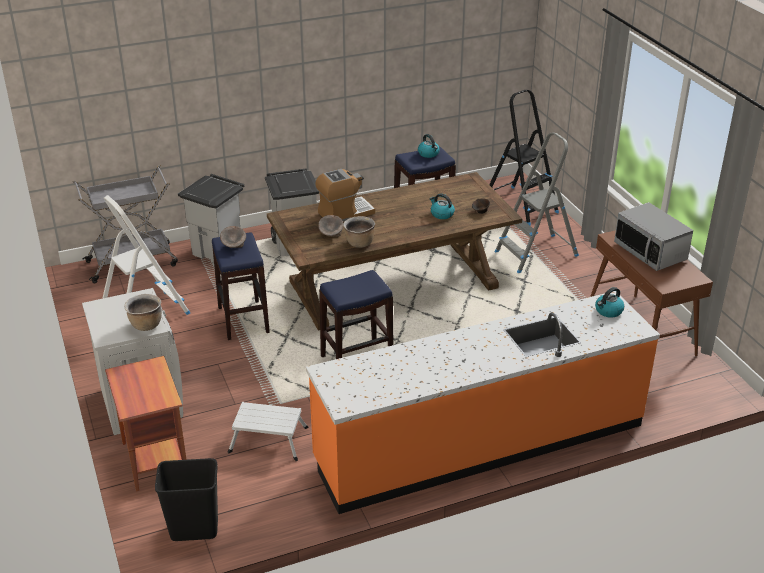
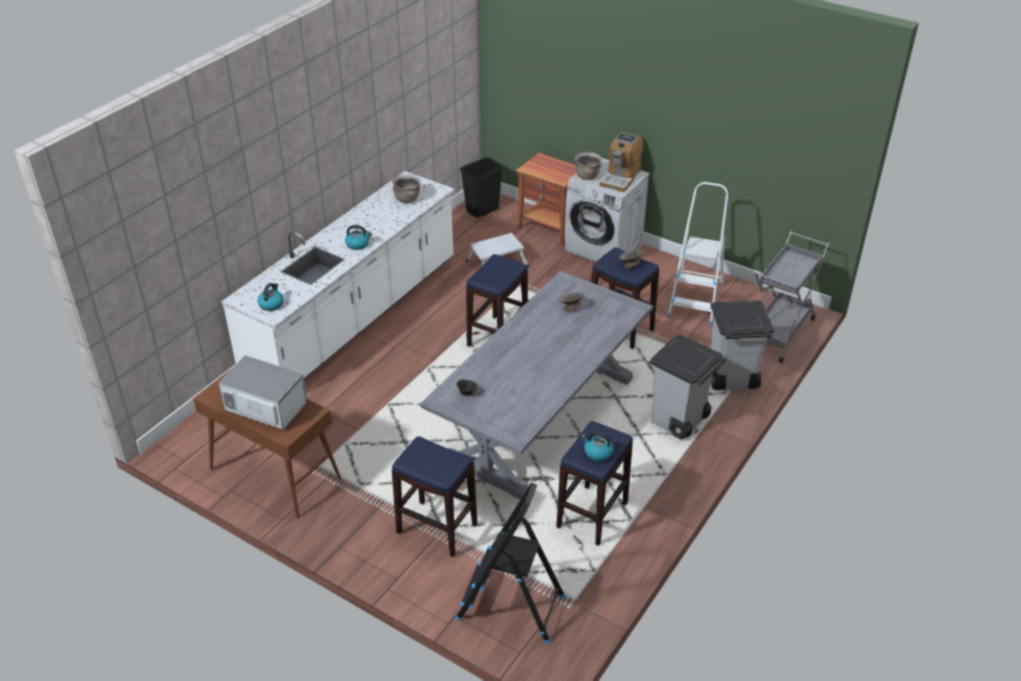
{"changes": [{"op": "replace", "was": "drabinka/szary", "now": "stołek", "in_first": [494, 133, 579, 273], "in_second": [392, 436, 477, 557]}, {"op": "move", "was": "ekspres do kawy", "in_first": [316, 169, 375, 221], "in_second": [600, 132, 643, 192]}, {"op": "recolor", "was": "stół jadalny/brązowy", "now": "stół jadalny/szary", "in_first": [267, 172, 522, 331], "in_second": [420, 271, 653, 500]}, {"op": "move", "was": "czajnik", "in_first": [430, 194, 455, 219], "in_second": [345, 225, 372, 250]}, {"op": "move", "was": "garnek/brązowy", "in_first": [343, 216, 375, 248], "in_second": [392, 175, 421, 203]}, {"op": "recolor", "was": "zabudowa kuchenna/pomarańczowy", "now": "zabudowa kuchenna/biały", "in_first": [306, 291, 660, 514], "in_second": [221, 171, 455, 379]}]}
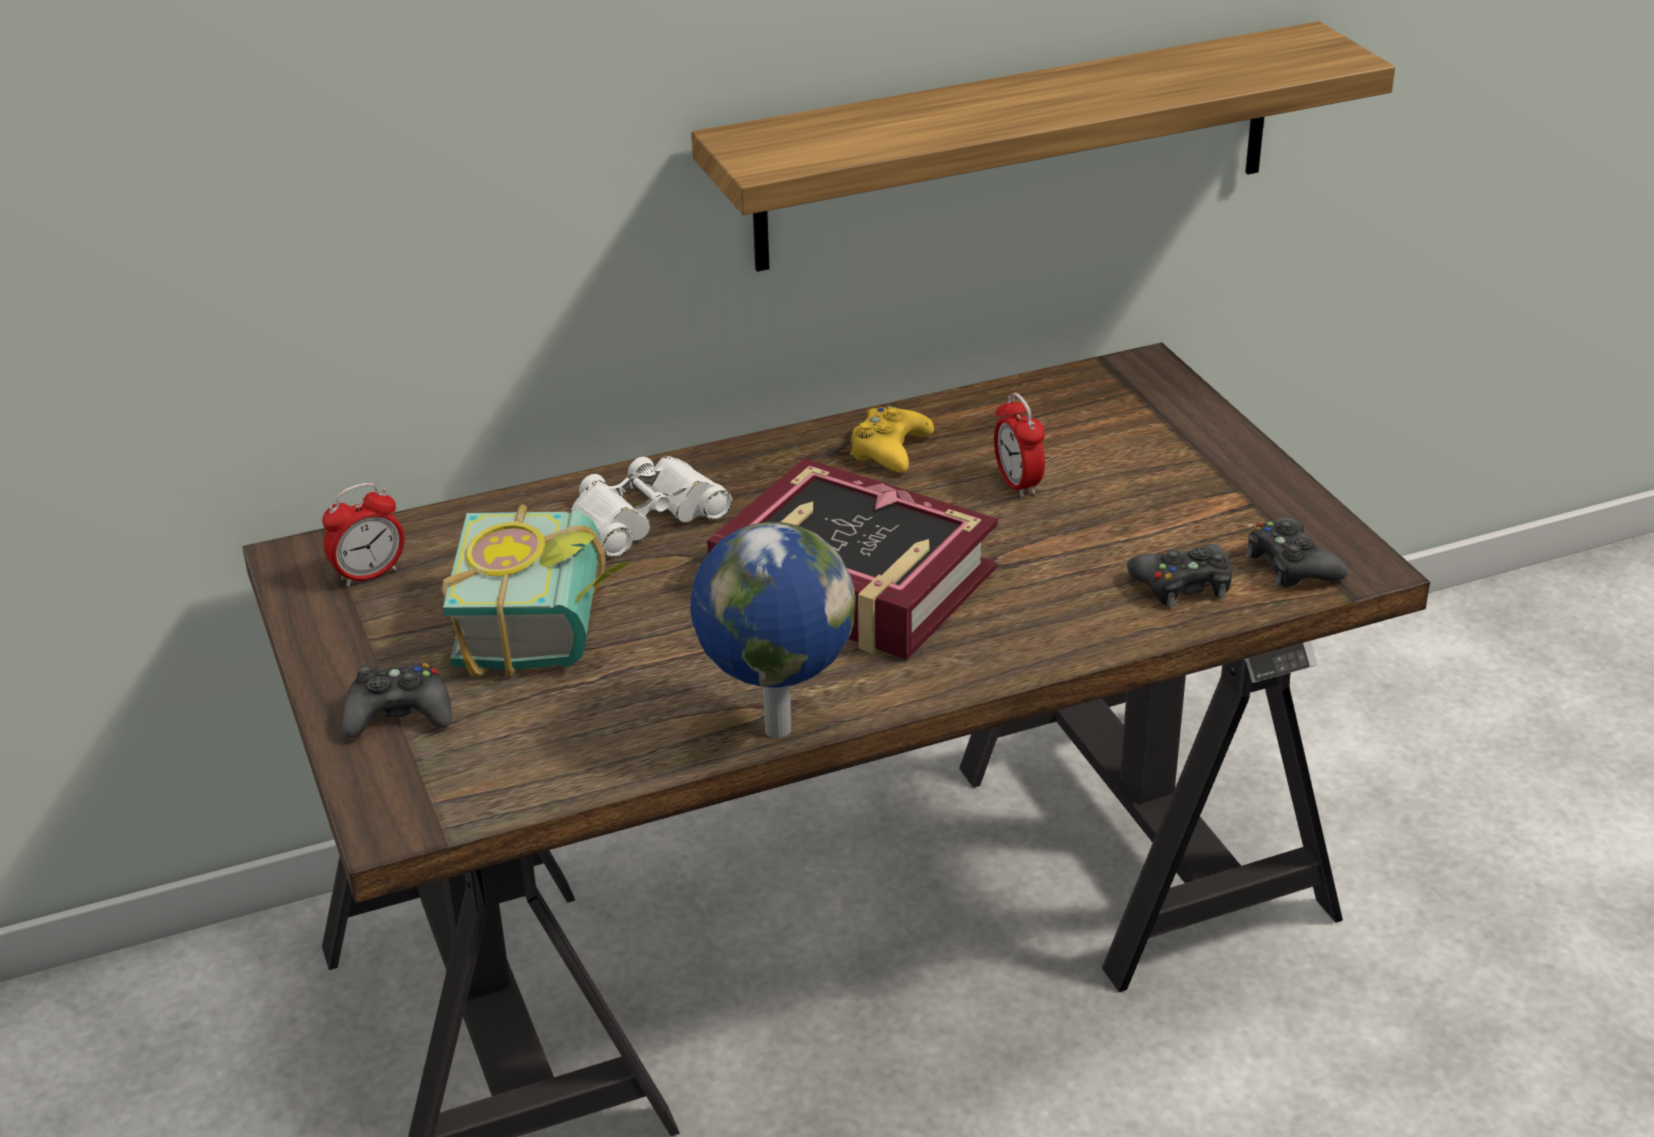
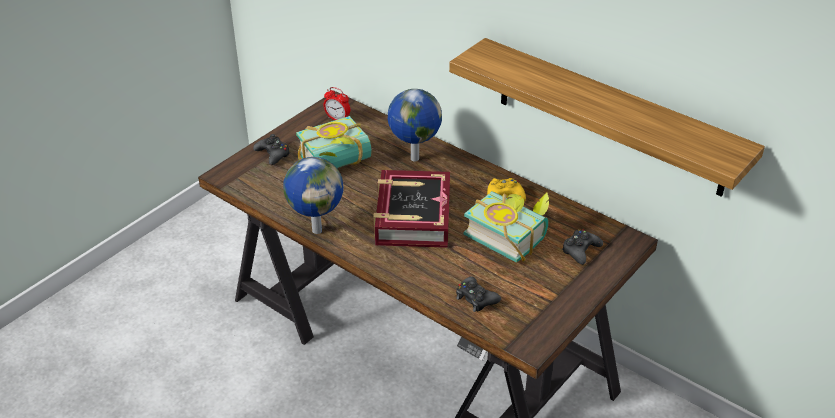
{"changes": [{"op": "replace", "was": "budzik", "now": "książka", "in_first": [994, 393, 1045, 497], "in_second": [464, 191, 549, 263]}, {"op": "replace", "was": "lornetka/biały", "now": "globus", "in_first": [571, 456, 733, 558], "in_second": [388, 89, 442, 162]}, {"op": "move", "was": "pad do gier/czarny", "in_first": [1245, 517, 1348, 587], "in_second": [562, 229, 603, 265]}]}
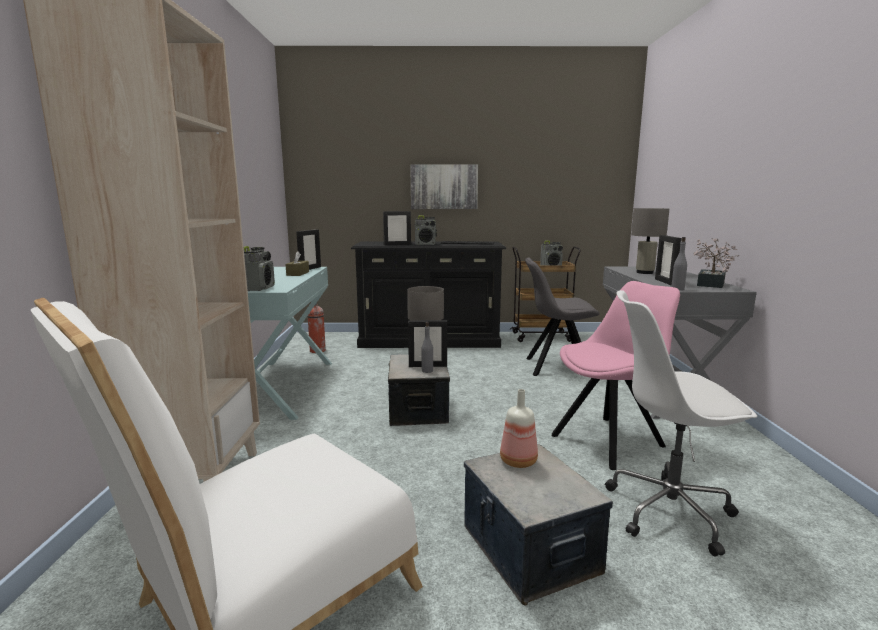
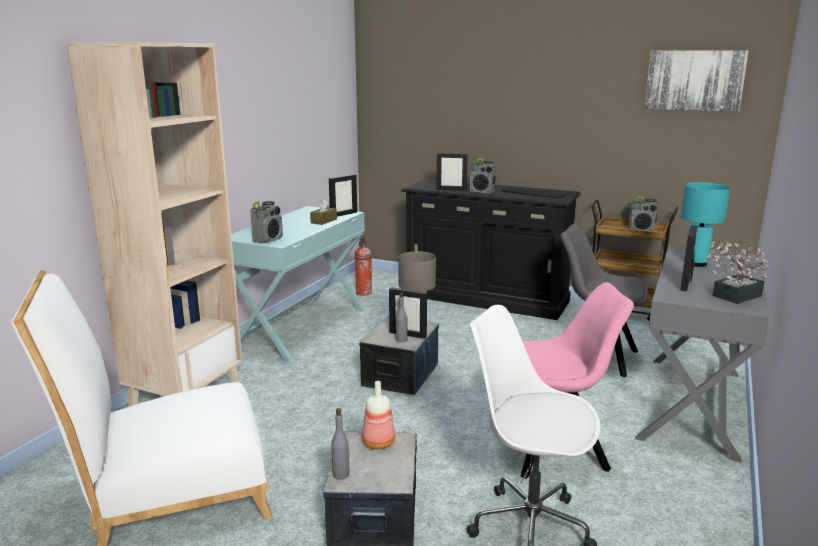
{"changes": [{"op": "move", "was": "obraz", "in_first": [410, 164, 478, 209], "in_second": [644, 50, 749, 112]}, {"op": "recolor", "was": "lampa stołowa/szary", "now": "lampa stołowa/turkusowy", "in_first": [631, 208, 669, 274], "in_second": [681, 182, 730, 267]}, {"op": "move", "was": "butelka/szary", "in_first": [671, 237, 687, 290], "in_second": [331, 408, 350, 480]}]}
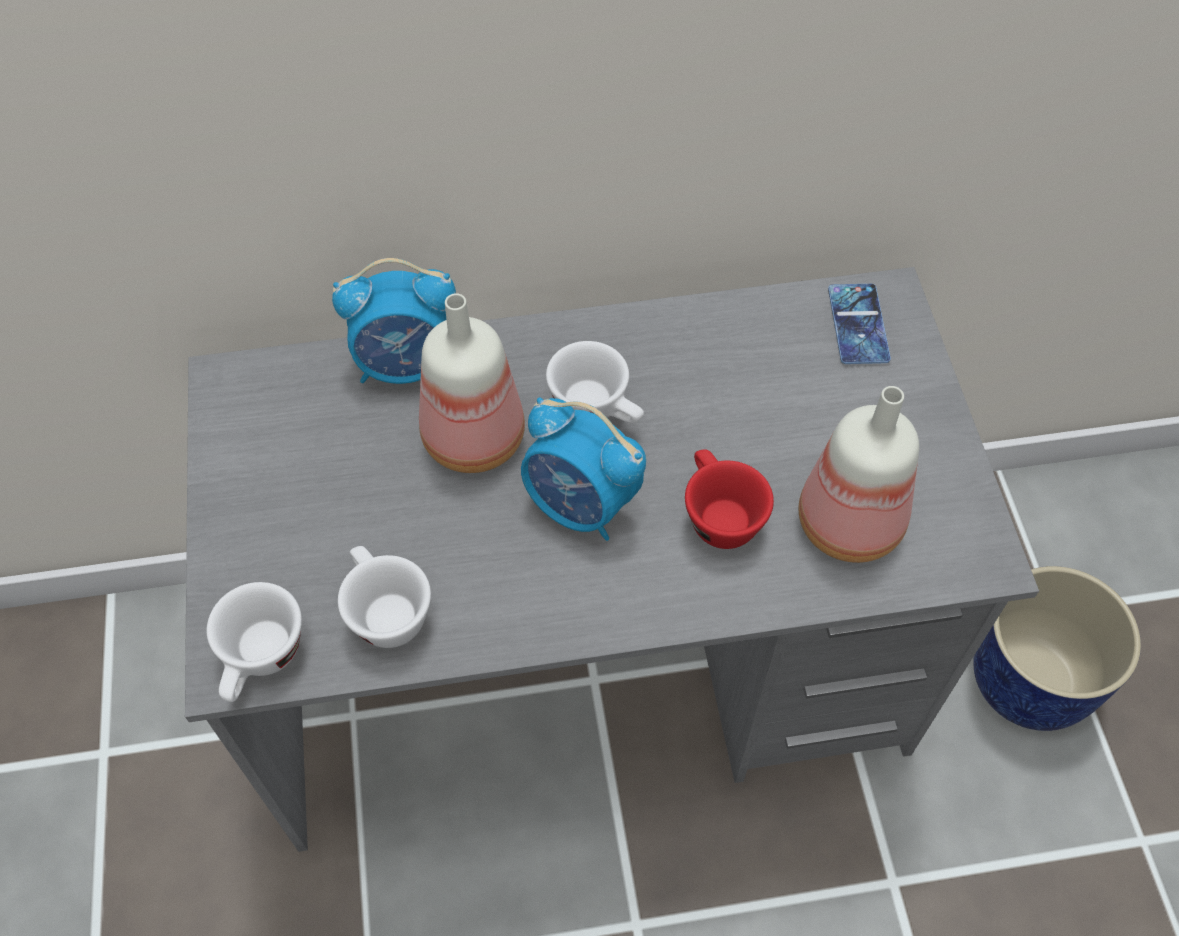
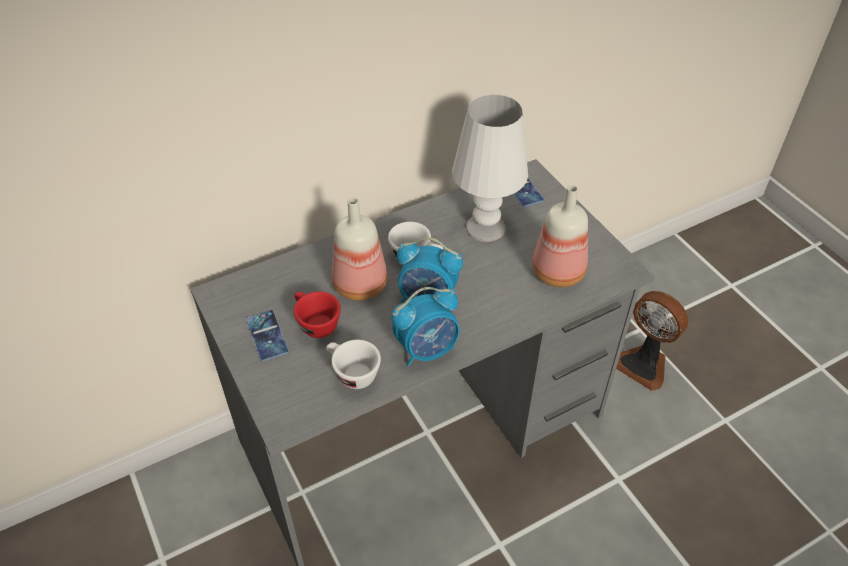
{"changes": [{"op": "move", "was": "budzik", "in_first": [332, 258, 456, 384], "in_second": [391, 287, 459, 367]}, {"op": "move", "was": "filiżanka/czerwony", "in_first": [685, 449, 774, 549], "in_second": [294, 291, 341, 338]}, {"op": "replace", "was": "donica/niebieski", "now": "wentylator", "in_first": [973, 566, 1141, 731], "in_second": [616, 291, 688, 391]}, {"op": "delete", "was": "filiżanka/biały", "in_first": [207, 582, 302, 702]}, {"op": "insert", "now": "lampa stołowa/biały", "in_second": [452, 94, 528, 242]}, {"op": "insert", "now": "telefon", "in_second": [246, 310, 289, 361]}]}
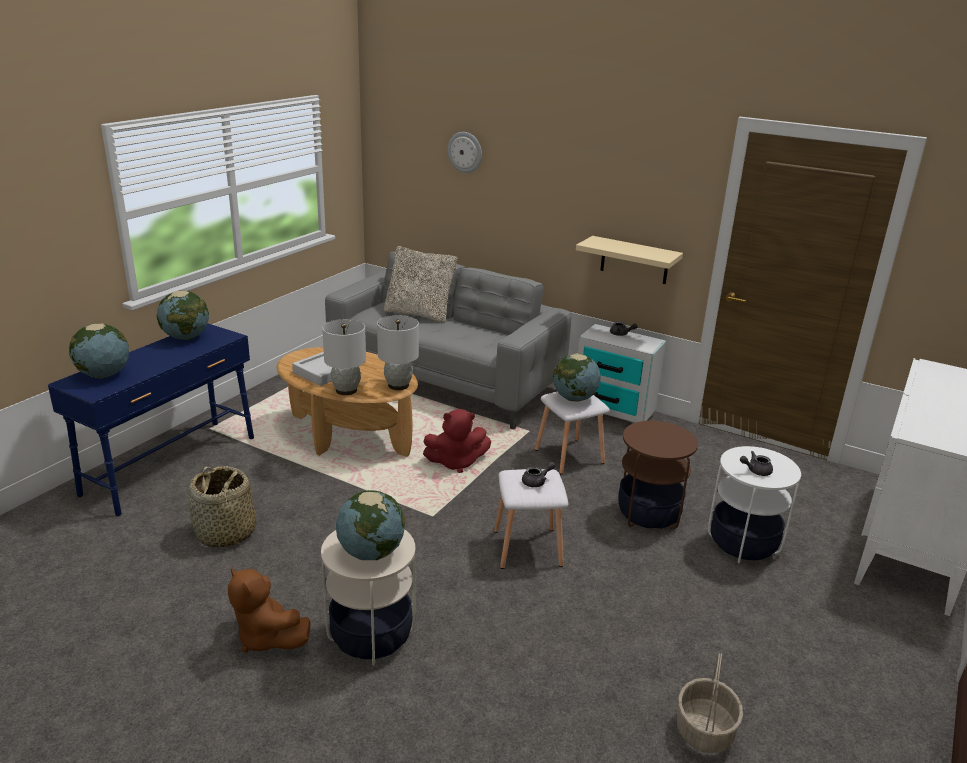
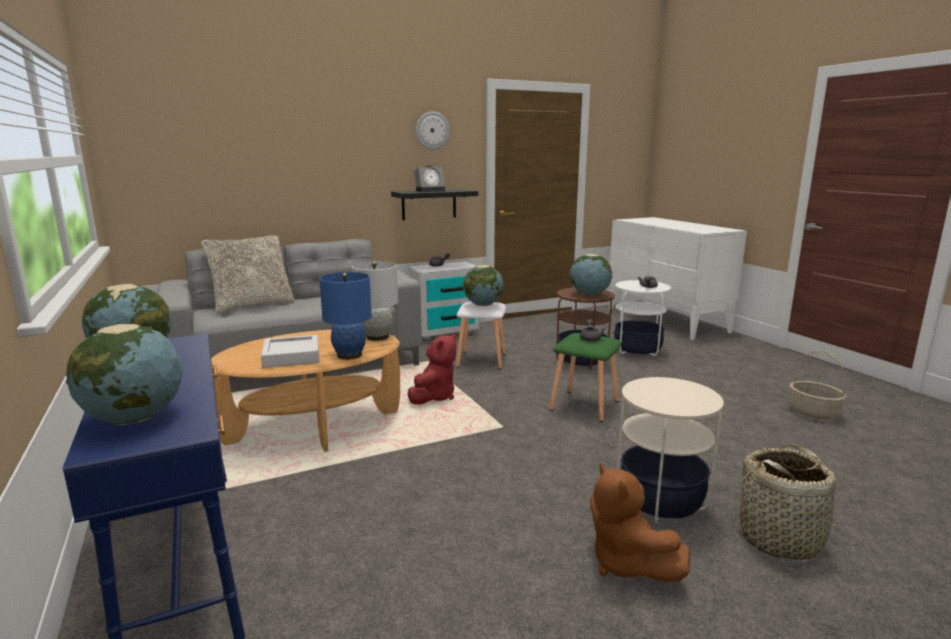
{"changes": [{"op": "move", "was": "zegar ścienny", "in_first": [448, 132, 482, 173], "in_second": [416, 111, 450, 150]}, {"op": "recolor", "was": "półka/beżowy", "now": "półka/czarny", "in_first": [576, 236, 683, 284], "in_second": [391, 189, 478, 220]}, {"op": "recolor", "was": "lampa stołowa/biały", "now": "lampa stołowa/niebieski", "in_first": [322, 319, 366, 395], "in_second": [319, 272, 372, 360]}, {"op": "move", "was": "koszyk", "in_first": [188, 466, 256, 547], "in_second": [731, 444, 851, 560]}, {"op": "recolor", "was": "stołek/biały", "now": "stołek/zielony", "in_first": [494, 469, 569, 569], "in_second": [549, 333, 621, 422]}, {"op": "move", "was": "globus", "in_first": [336, 490, 405, 560], "in_second": [570, 254, 612, 296]}, {"op": "rotate", "was": "pluszak/brązowy", "in_first": [228, 567, 311, 653], "in_second": [590, 463, 690, 582], "clockwise": 75}, {"op": "insert", "now": "budzik", "in_second": [414, 166, 445, 192]}]}
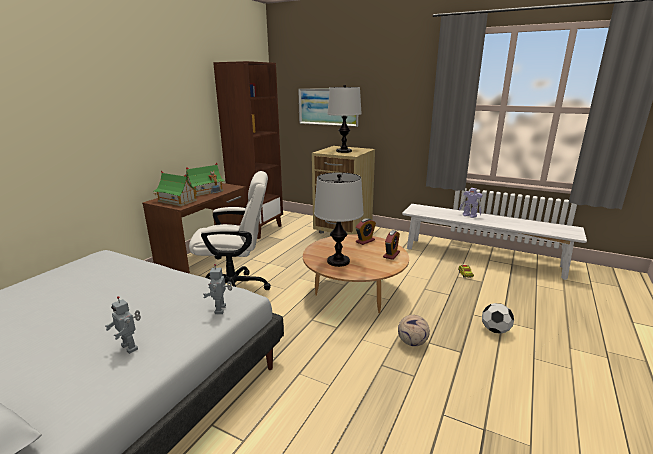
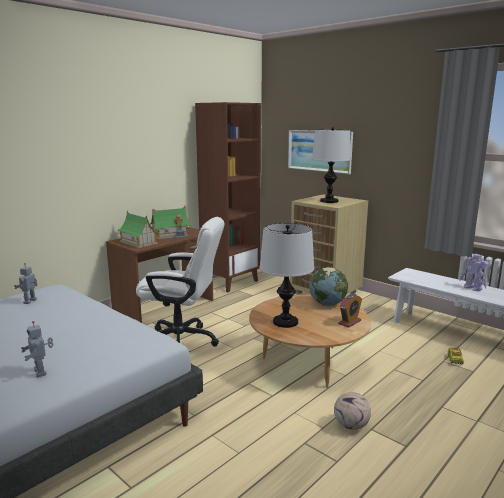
{"changes": [{"op": "replace", "was": "budzik", "now": "globus", "in_first": [356, 218, 376, 245], "in_second": [309, 267, 348, 306]}, {"op": "move", "was": "robot zabawkowy", "in_first": [203, 264, 232, 314], "in_second": [14, 263, 37, 304]}, {"op": "delete", "was": "piłka futbolowa", "in_first": [482, 303, 514, 334]}]}
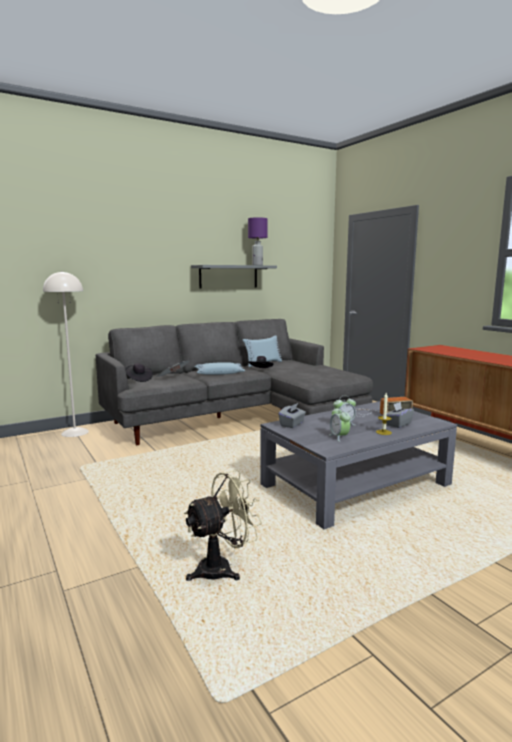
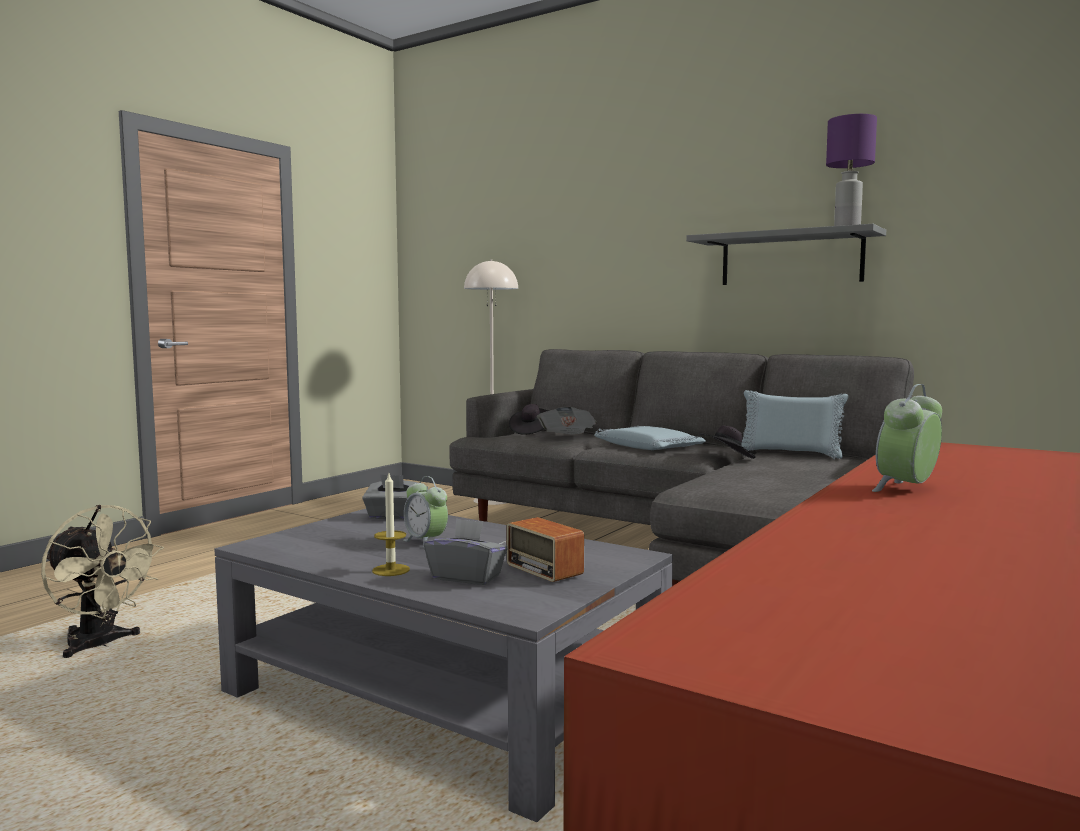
{"changes": [{"op": "move", "was": "budzik", "in_first": [330, 406, 350, 442], "in_second": [872, 384, 942, 492]}]}
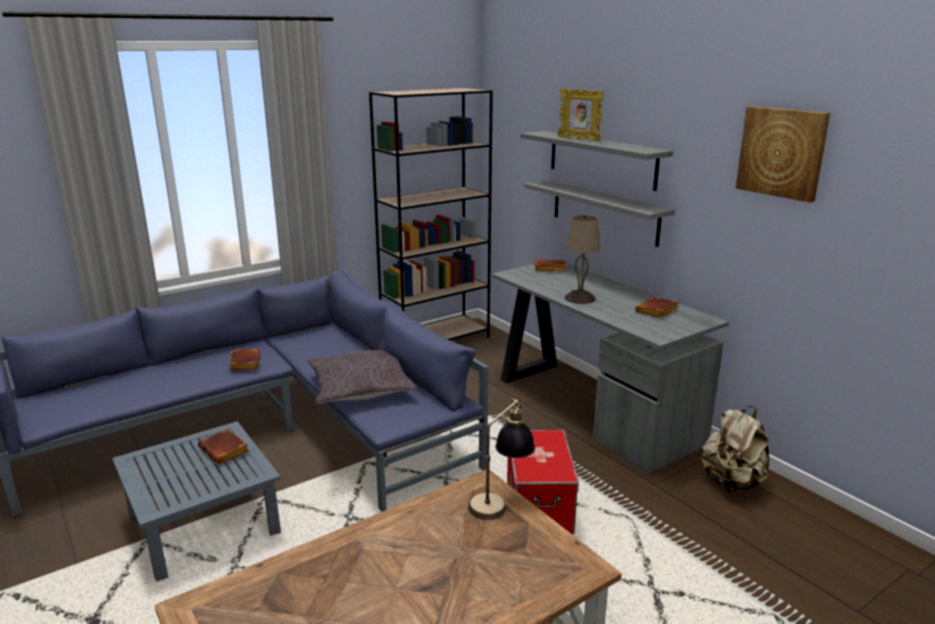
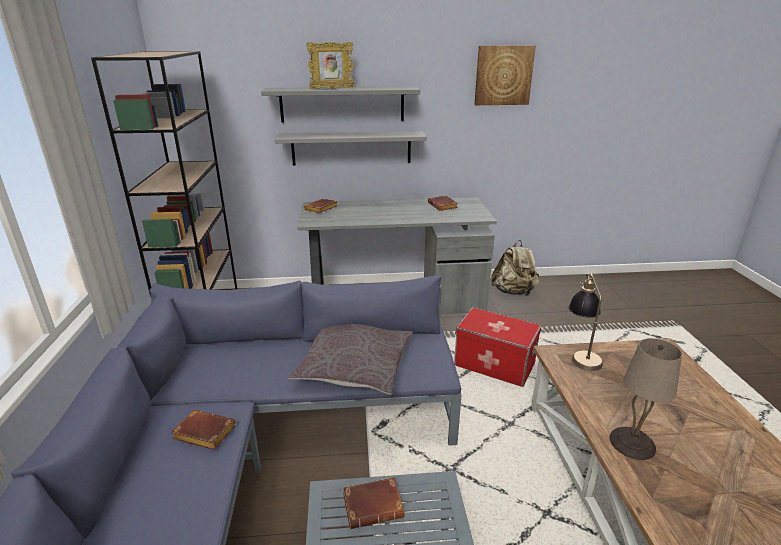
{"changes": [{"op": "move", "was": "lampa stołowa/beżowy", "in_first": [565, 215, 600, 304], "in_second": [609, 338, 682, 460]}]}
